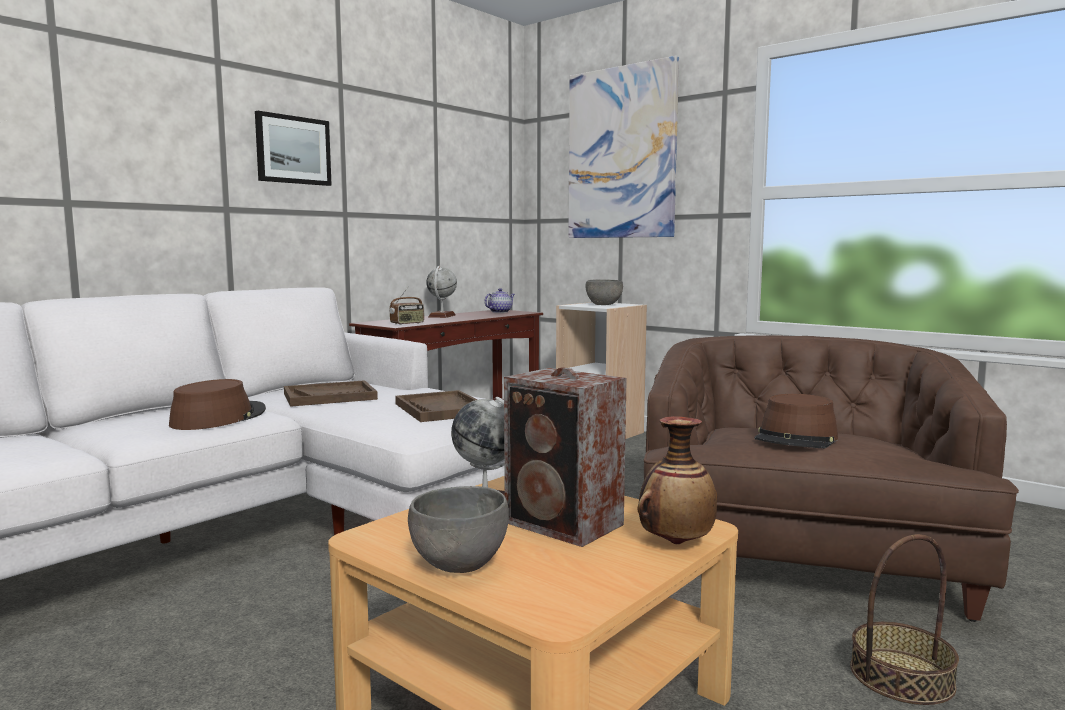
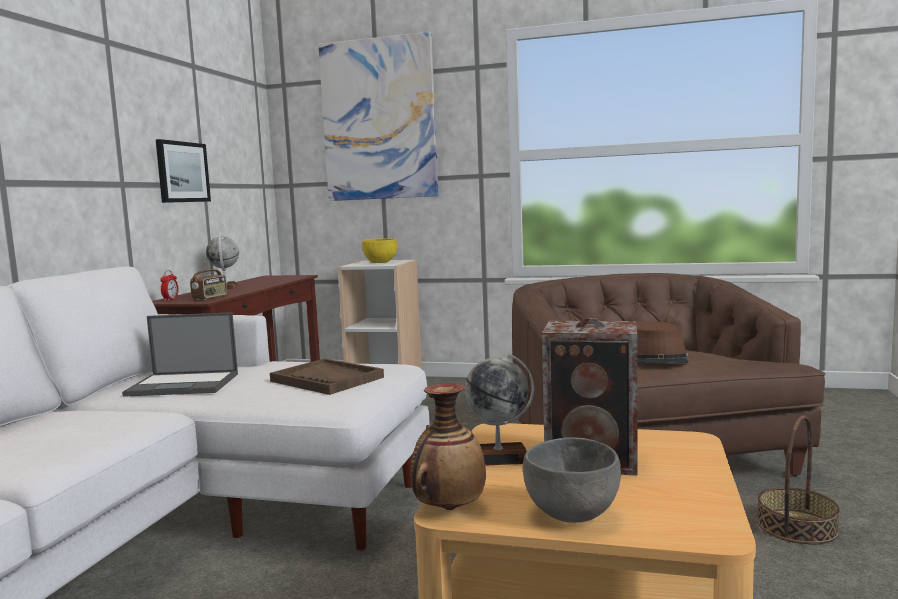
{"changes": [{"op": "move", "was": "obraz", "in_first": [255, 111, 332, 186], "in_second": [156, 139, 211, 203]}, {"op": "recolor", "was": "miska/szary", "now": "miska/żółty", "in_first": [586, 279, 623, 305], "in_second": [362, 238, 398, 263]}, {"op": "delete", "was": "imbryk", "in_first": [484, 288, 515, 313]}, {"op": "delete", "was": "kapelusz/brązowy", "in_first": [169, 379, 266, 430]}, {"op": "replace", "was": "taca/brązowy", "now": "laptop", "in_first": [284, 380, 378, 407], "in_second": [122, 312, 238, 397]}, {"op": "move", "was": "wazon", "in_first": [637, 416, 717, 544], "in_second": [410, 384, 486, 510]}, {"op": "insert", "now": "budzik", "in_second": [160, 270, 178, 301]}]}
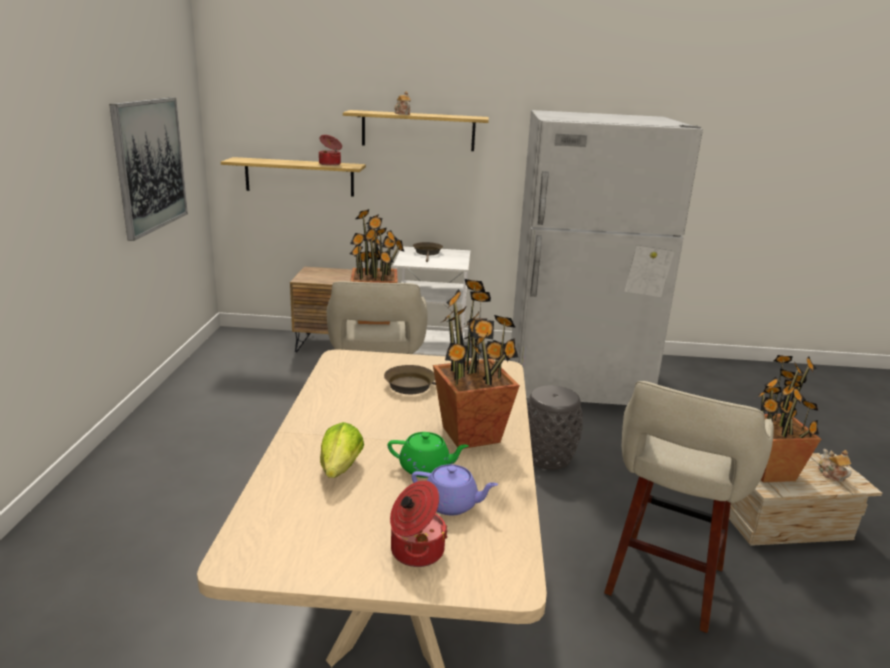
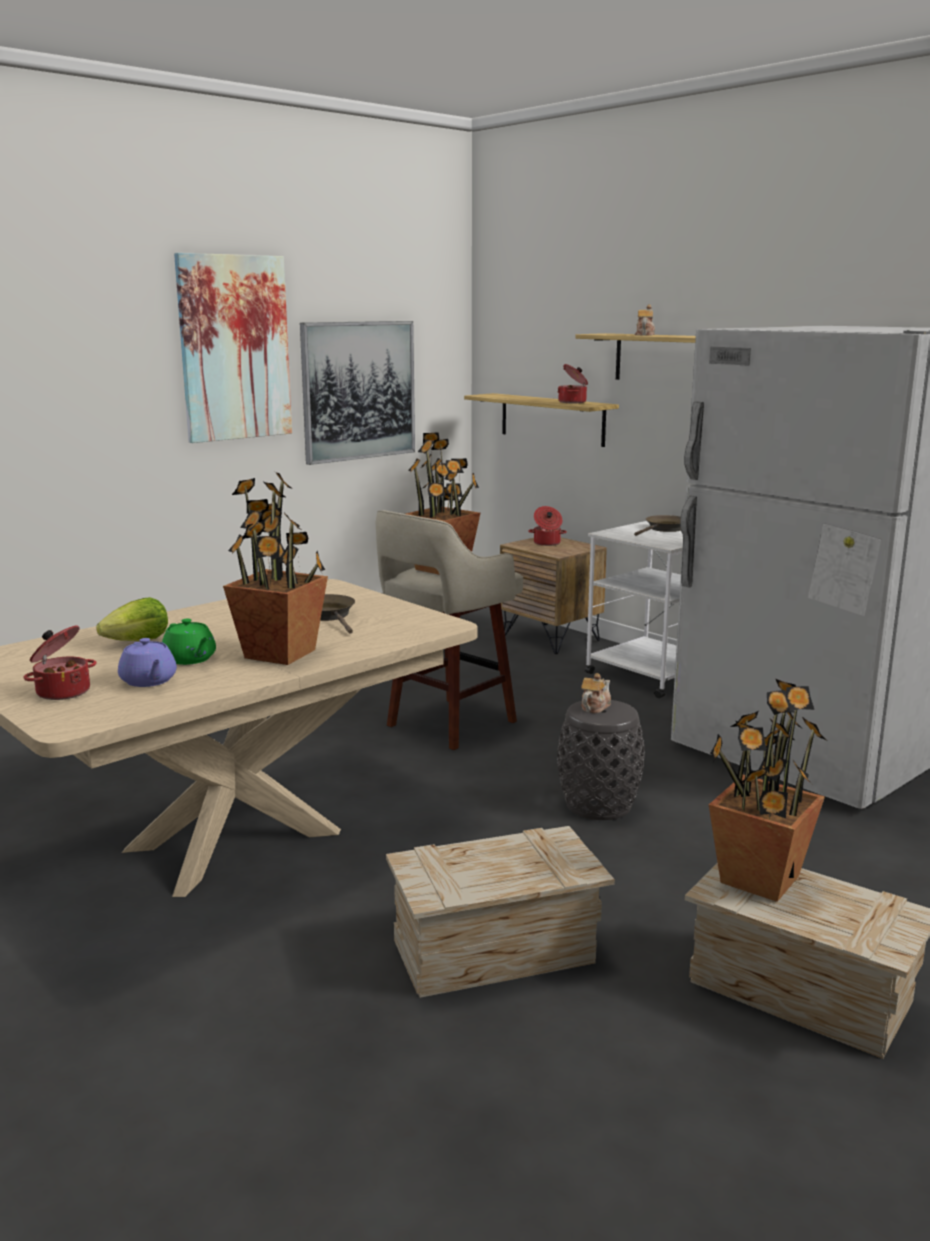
{"changes": [{"op": "replace", "was": "stołek/beżowy", "now": "skrzynka", "in_first": [604, 381, 774, 633], "in_second": [386, 826, 615, 998]}, {"op": "move", "was": "imbryk", "in_first": [818, 449, 851, 482], "in_second": [581, 673, 611, 713]}, {"op": "insert", "now": "obraz", "in_second": [174, 253, 292, 443]}, {"op": "insert", "now": "garnek", "in_second": [528, 506, 567, 546]}]}
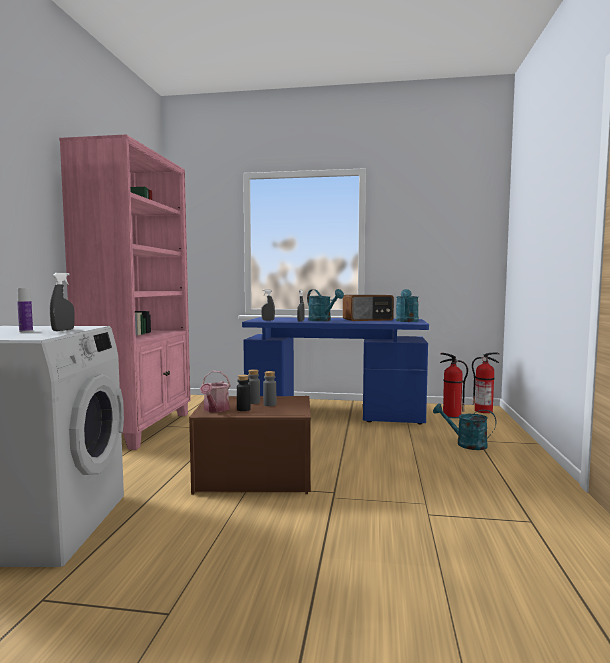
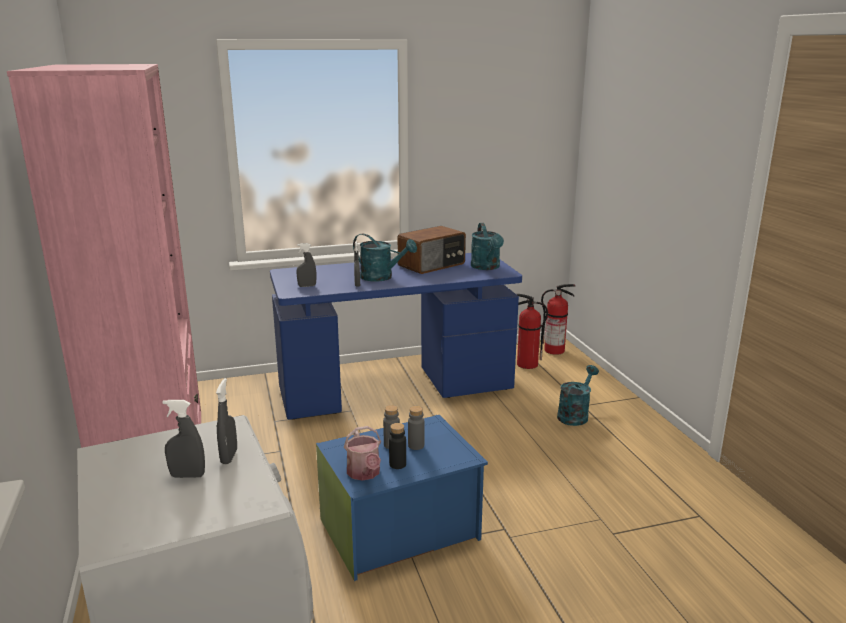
{"changes": [{"op": "replace", "was": "butelka", "now": "spryskiwacz/szary", "in_first": [17, 288, 33, 332], "in_second": [162, 400, 205, 478]}, {"op": "recolor", "was": "pojemnik do przechowywania/brązowy", "now": "pojemnik do przechowywania/niebieski", "in_first": [189, 396, 311, 494], "in_second": [316, 415, 488, 581]}, {"op": "rotate", "was": "konewka/turkusowy", "in_first": [433, 404, 496, 450], "in_second": [557, 365, 599, 426], "clockwise": 120}]}
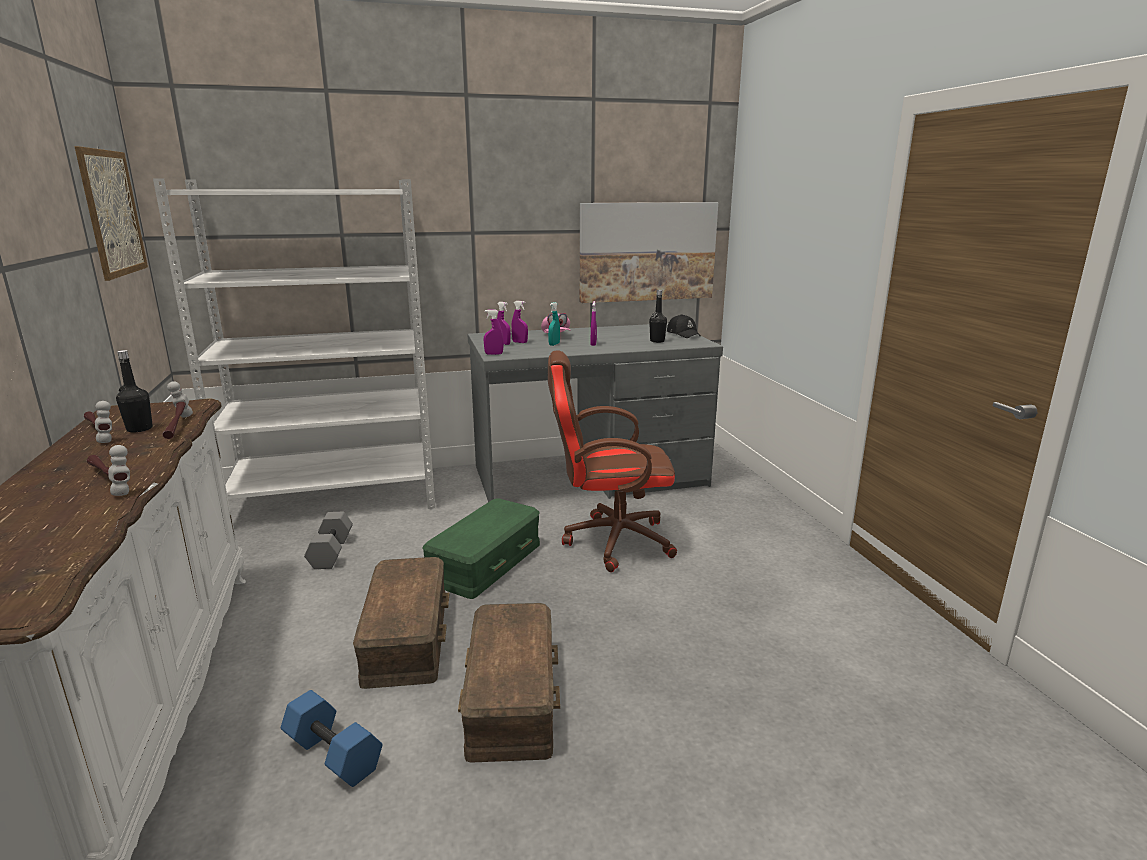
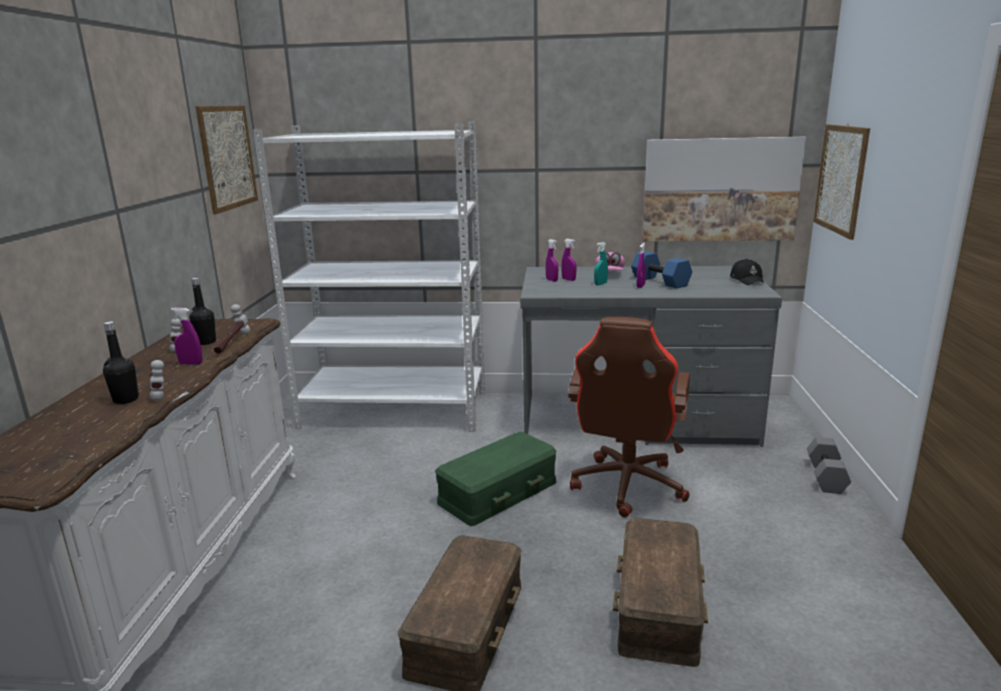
{"changes": [{"op": "move", "was": "butelka/czarny", "in_first": [649, 290, 667, 343], "in_second": [103, 321, 139, 404]}, {"op": "move", "was": "spryskiwacz/fioletowy", "in_first": [484, 309, 504, 355], "in_second": [171, 308, 202, 365]}, {"op": "rotate", "was": "krzesło biurowe/brązowy", "in_first": [548, 350, 677, 572], "in_second": [568, 317, 690, 518], "clockwise": -90}, {"op": "move", "was": "hantel/szary", "in_first": [304, 512, 353, 569], "in_second": [807, 437, 851, 494]}, {"op": "move", "was": "pojemnik do przechowywania/brązowy", "in_first": [353, 557, 449, 689], "in_second": [613, 518, 708, 667]}, {"op": "move", "was": "hantel/niebieski", "in_first": [281, 690, 383, 787], "in_second": [631, 251, 692, 288]}, {"op": "insert", "now": "obraz", "in_second": [813, 123, 870, 240]}]}
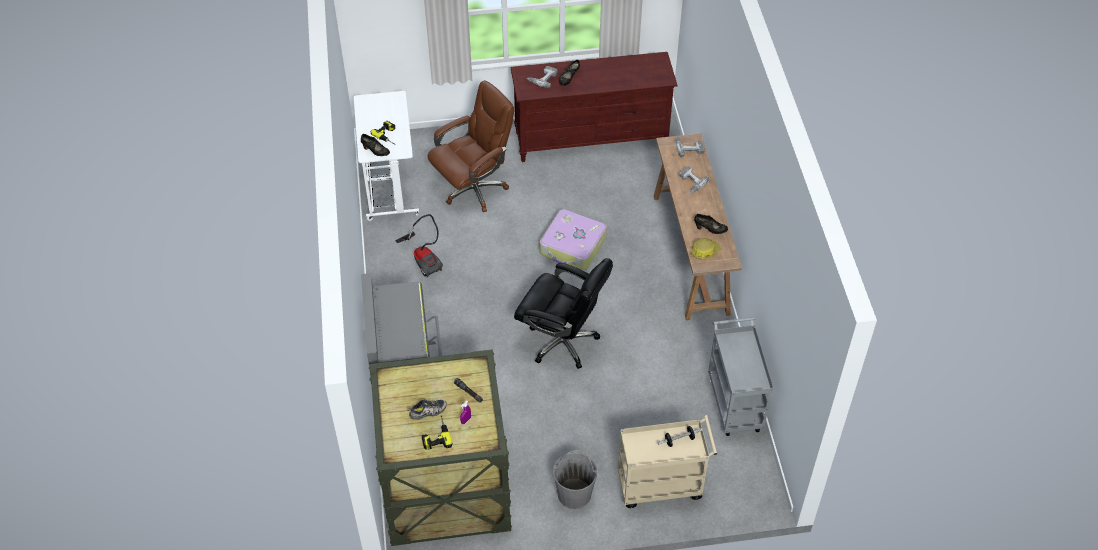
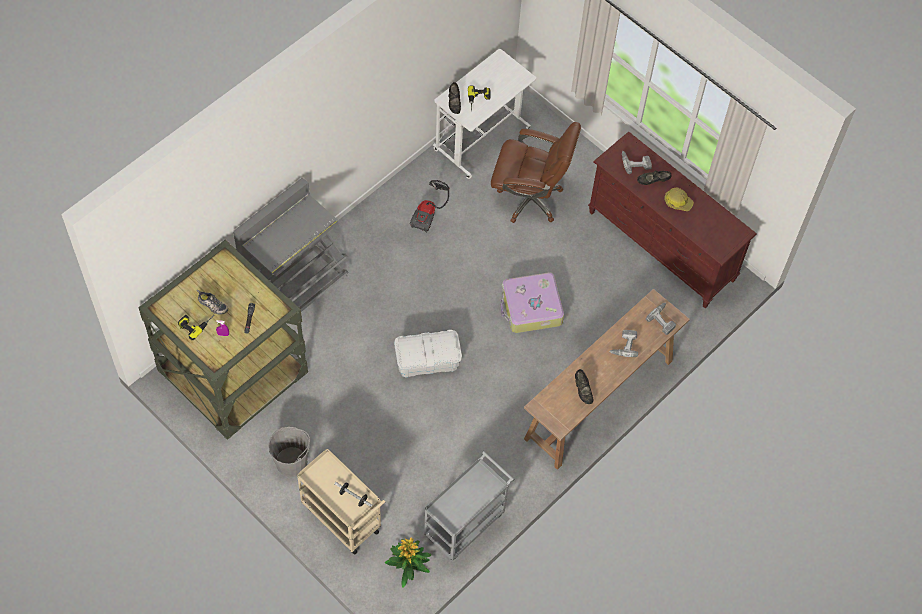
{"changes": [{"op": "move", "was": "kask", "in_first": [691, 238, 721, 260], "in_second": [664, 188, 694, 211]}, {"op": "replace", "was": "krzesło biurowe/czarny", "now": "pojemnik do przechowywania/biały", "in_first": [514, 258, 613, 369], "in_second": [394, 330, 462, 378]}, {"op": "insert", "now": "roślina doniczkowa", "in_second": [385, 538, 431, 588]}]}
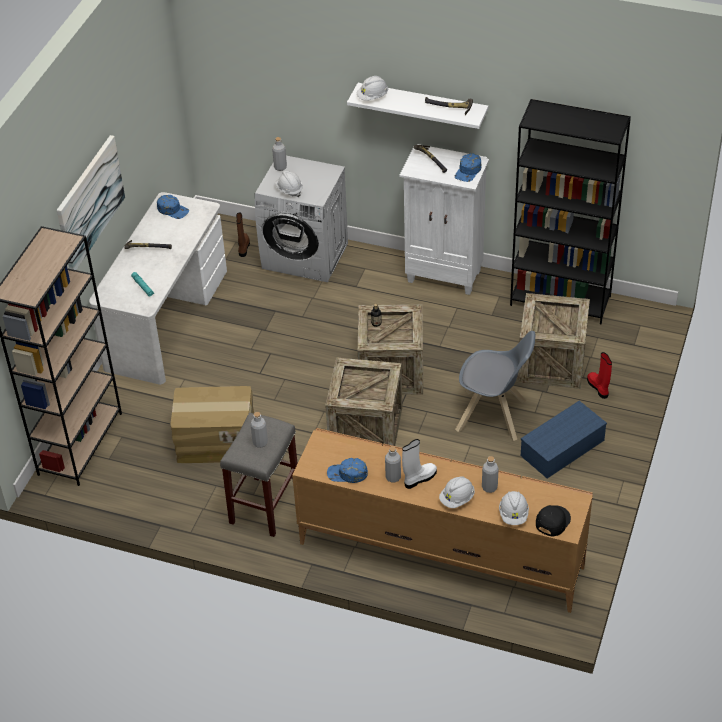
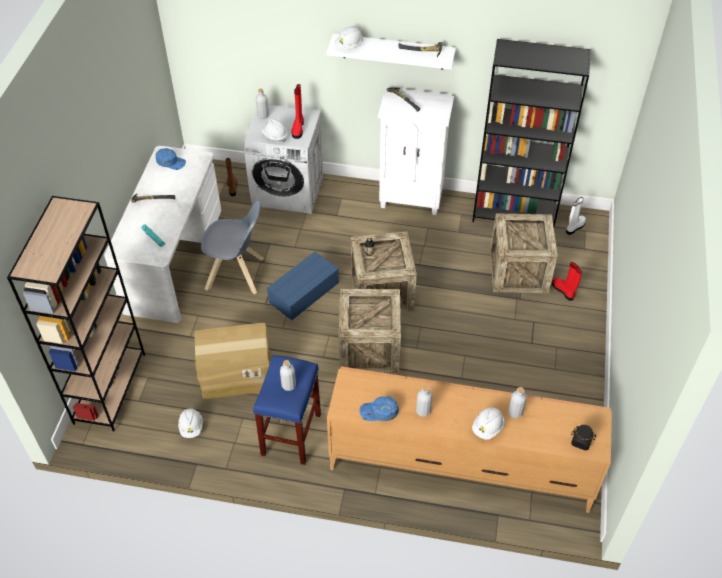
{"changes": [{"op": "delete", "was": "obraz", "in_first": [57, 135, 125, 270]}, {"op": "delete", "was": "czapka z daszkiem/niebieski", "in_first": [455, 153, 482, 182]}, {"op": "move", "was": "krzesło/szary", "in_first": [455, 331, 535, 441], "in_second": [201, 200, 265, 294]}, {"op": "move", "was": "pojemnik do przechowywania/niebieski", "in_first": [521, 401, 607, 478], "in_second": [267, 251, 339, 320]}, {"op": "recolor", "was": "stołek/szary", "now": "stołek/niebieski", "in_first": [220, 413, 298, 537], "in_second": [253, 355, 321, 465]}, {"op": "move", "was": "but z cholewką/biały", "in_first": [402, 439, 437, 489], "in_second": [566, 197, 586, 235]}, {"op": "move", "was": "kask/biały", "in_first": [499, 491, 529, 525], "in_second": [178, 409, 203, 438]}, {"op": "replace", "was": "czapka z daszkiem/czarny", "now": "słoik/czarny", "in_first": [536, 505, 571, 537], "in_second": [571, 425, 597, 451]}, {"op": "insert", "now": "but z cholewką/czerwony", "in_second": [292, 84, 304, 139]}]}
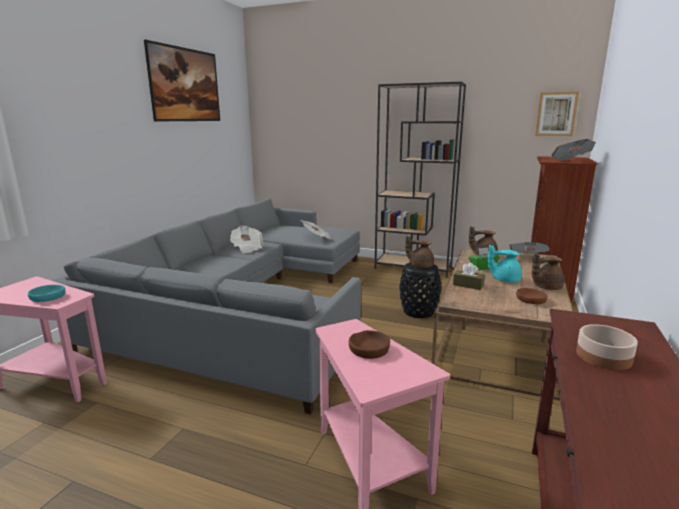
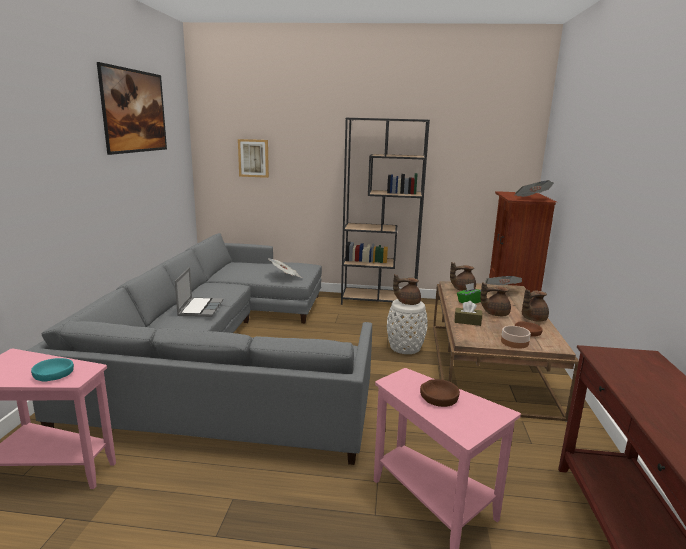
{"changes": [{"op": "move", "was": "obraz", "in_first": [535, 92, 579, 136], "in_second": [238, 139, 269, 178]}, {"op": "delete", "was": "gazeta", "in_first": [230, 226, 263, 253]}, {"op": "recolor", "was": "imbryk/turkusowy", "now": "imbryk/brązowy", "in_first": [487, 245, 522, 283], "in_second": [480, 282, 511, 316]}, {"op": "recolor", "was": "stołek/czarny", "now": "stołek/biały", "in_first": [399, 262, 441, 318], "in_second": [387, 299, 428, 354]}, {"op": "move", "was": "miska", "in_first": [576, 324, 638, 370], "in_second": [501, 326, 531, 348]}, {"op": "insert", "now": "laptop", "in_second": [175, 267, 223, 317]}]}
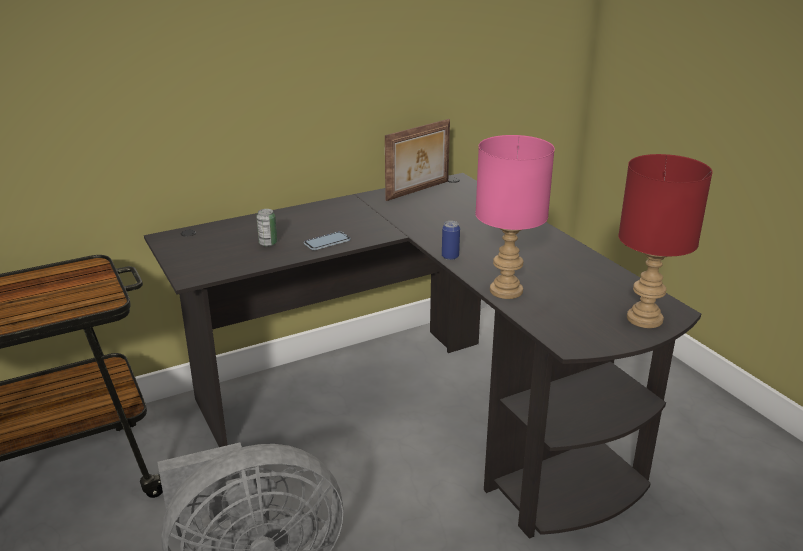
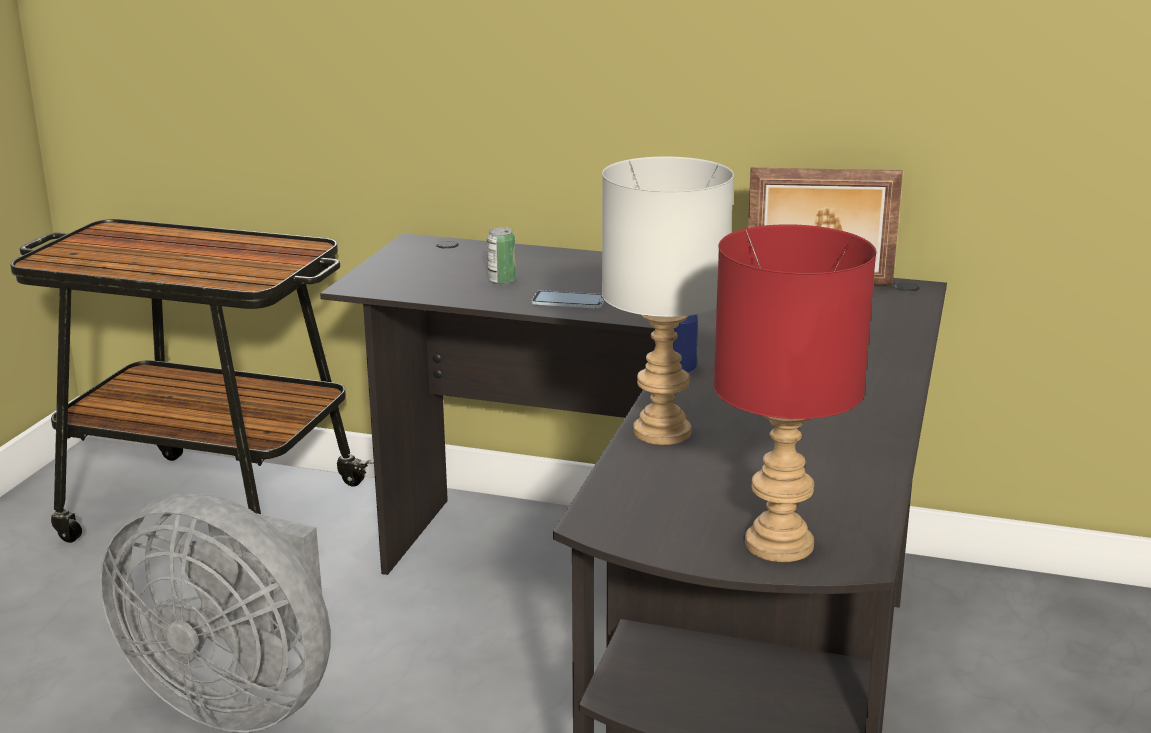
{"changes": [{"op": "recolor", "was": "lampa stołowa/różowy", "now": "lampa stołowa/szary", "in_first": [475, 135, 555, 299], "in_second": [602, 156, 734, 445]}]}
